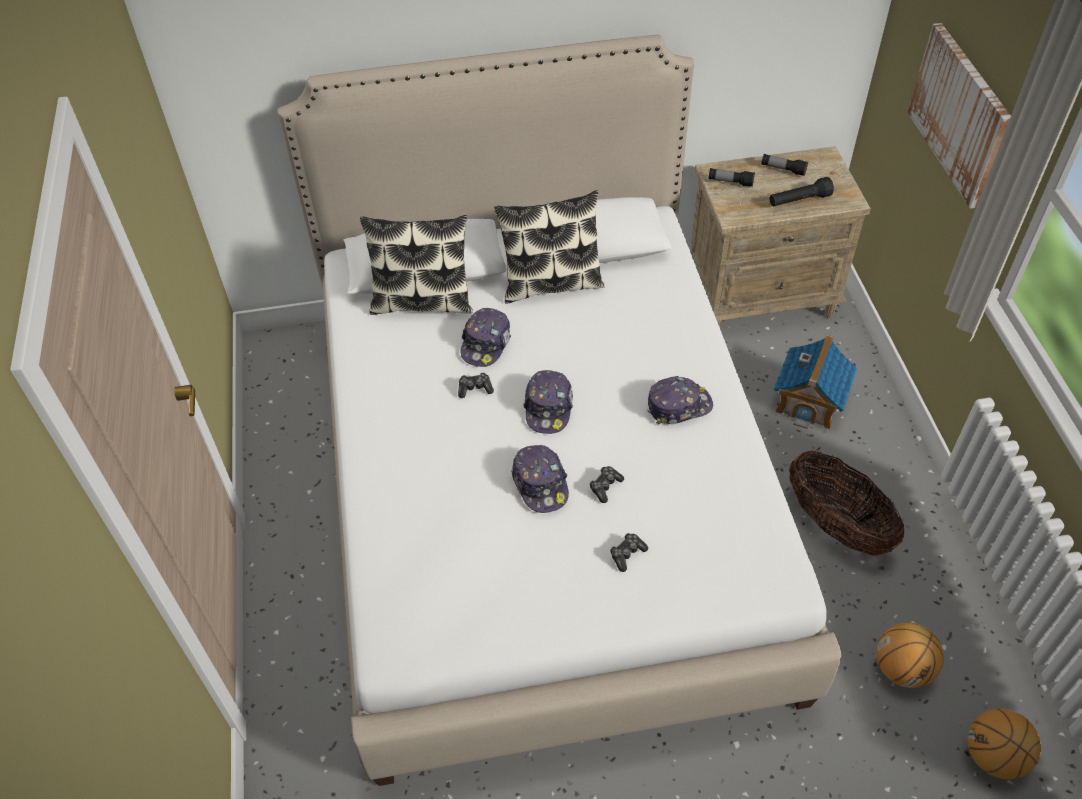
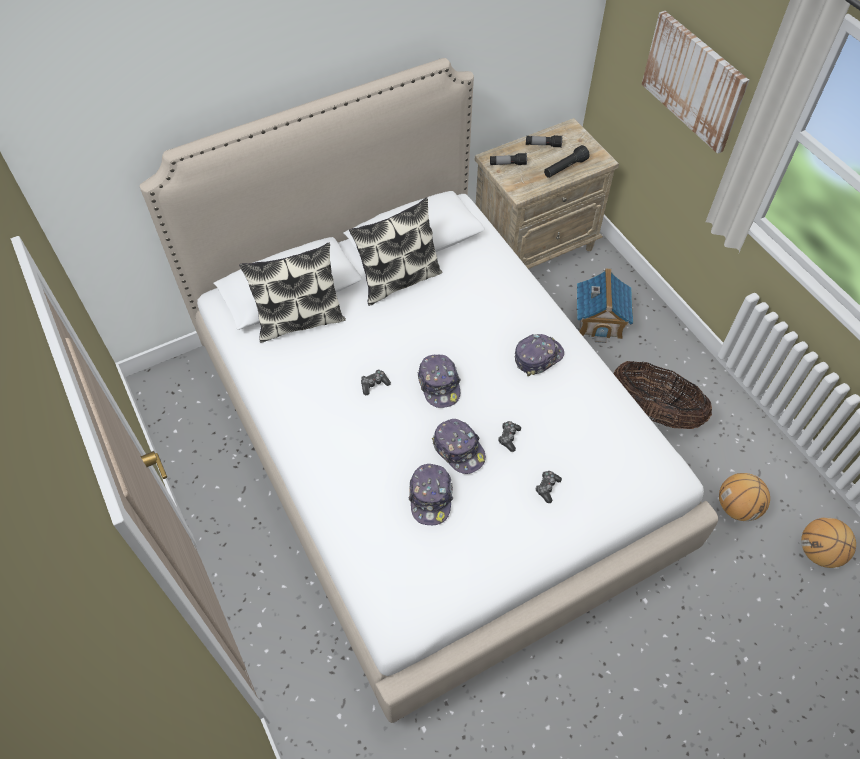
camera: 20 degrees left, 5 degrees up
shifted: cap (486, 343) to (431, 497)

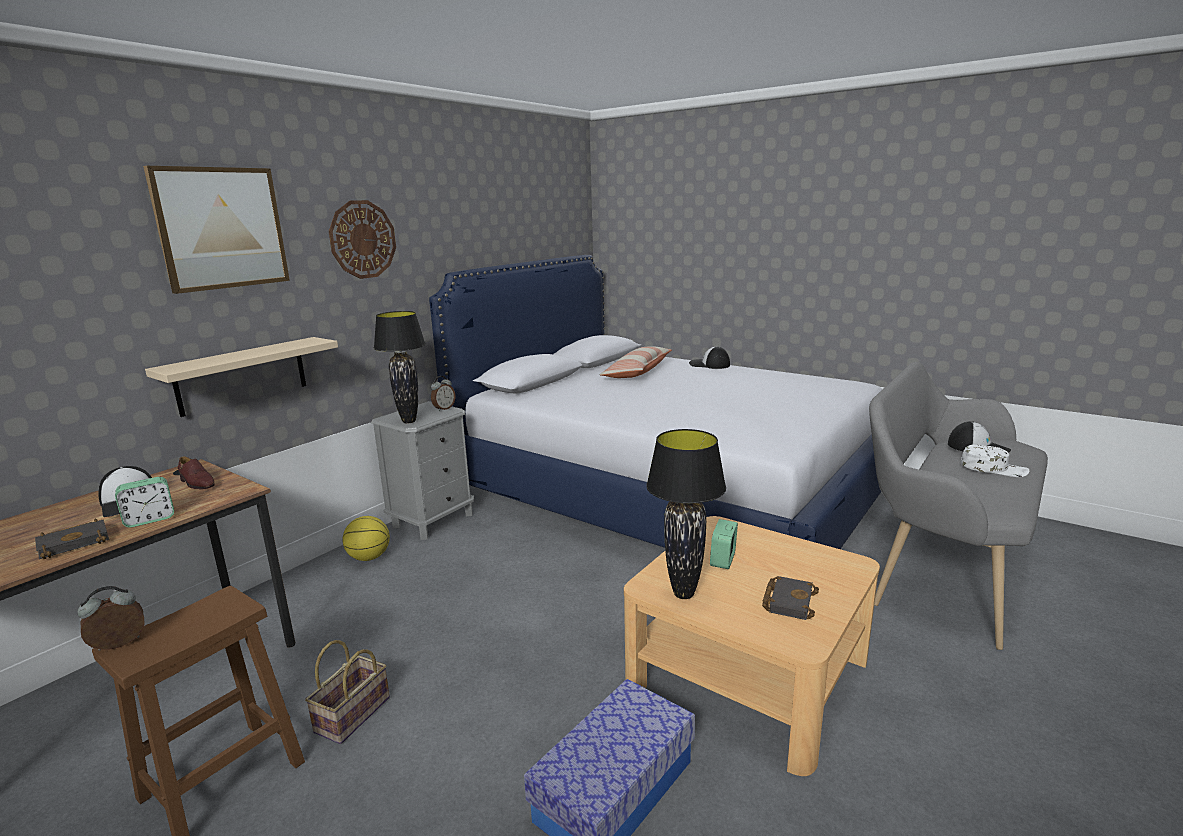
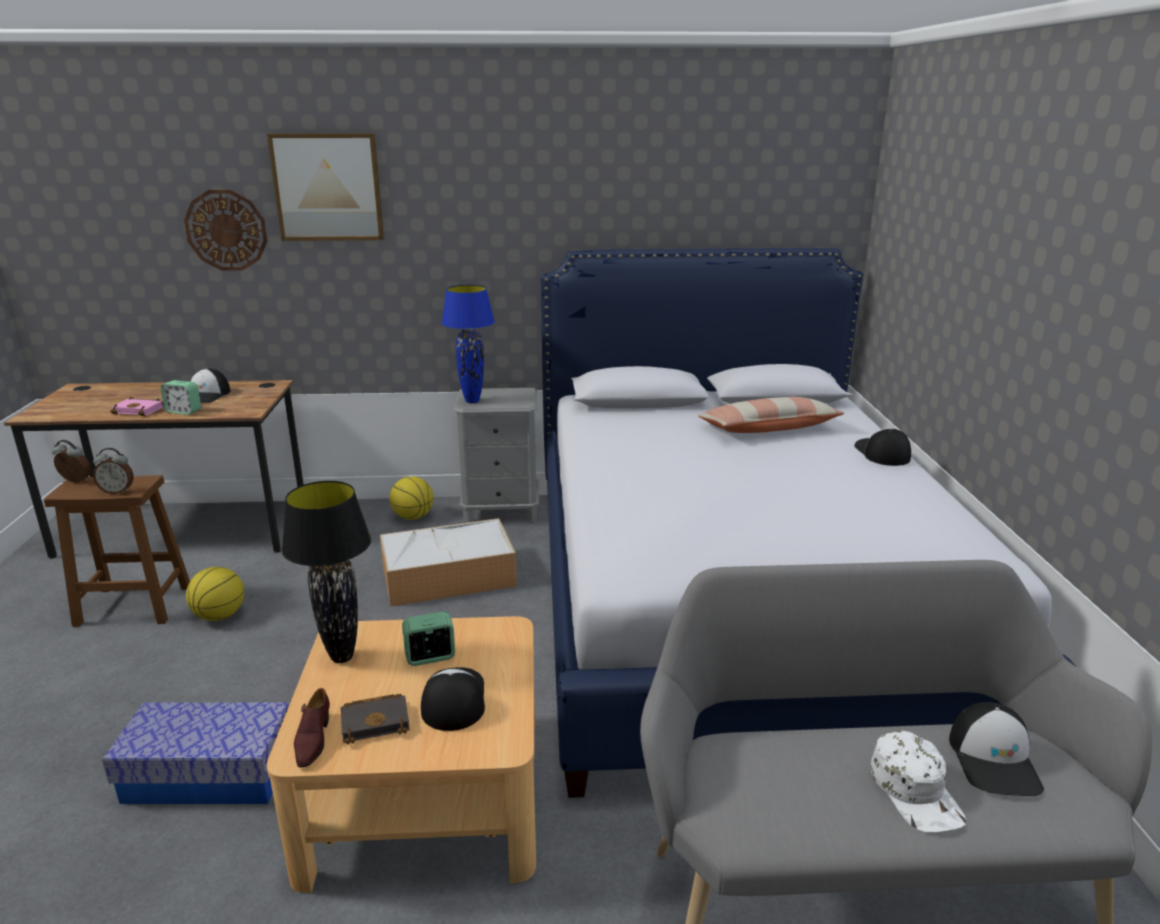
camera: 50 degrees right, 5 degrees up
gone: beige shelf (242, 376)
new: storage box (446, 577); cap (452, 699)
shifted: wall clock (362, 239) to (226, 230); alarm clock (443, 409) to (117, 491); brown shoe (197, 483) to (312, 740)
swapped: basket (352, 716) to basketball (219, 616)
repainted: black table lamp (409, 421) to blue table lamp (472, 401); black book (76, 542) to pink book (140, 410)

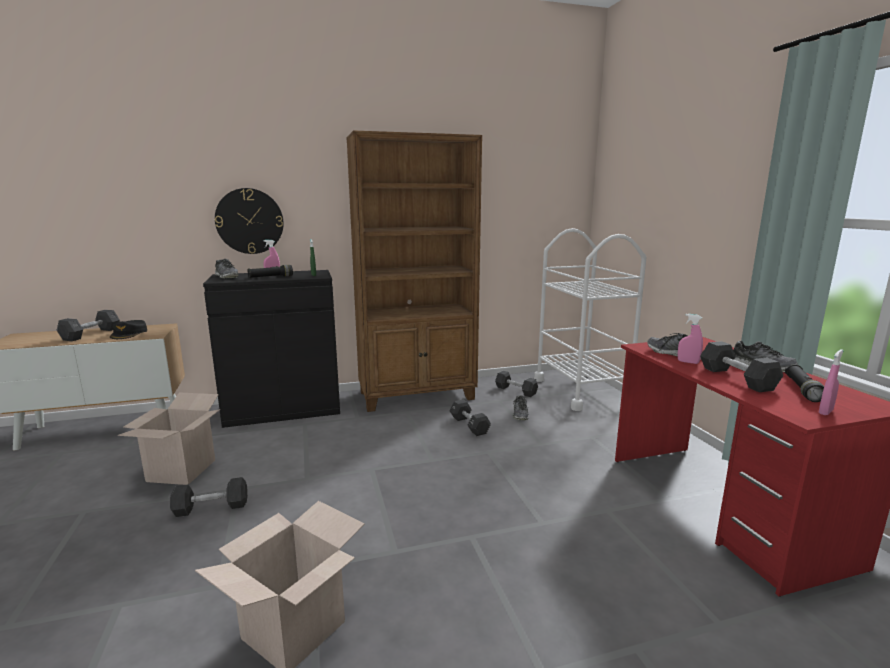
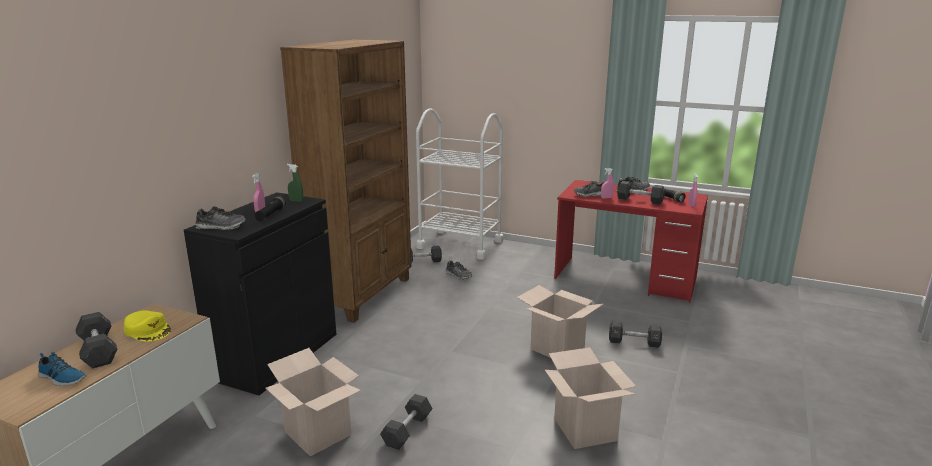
camera: 50 degrees left, 5 degrees up
gone: wall clock (249, 221)
new: cardboard box (557, 348); shoe (61, 378)
shifted: black dumbbell (469, 425) to (634, 342)
repainted: black cap (129, 333) to yellow cap (148, 330)

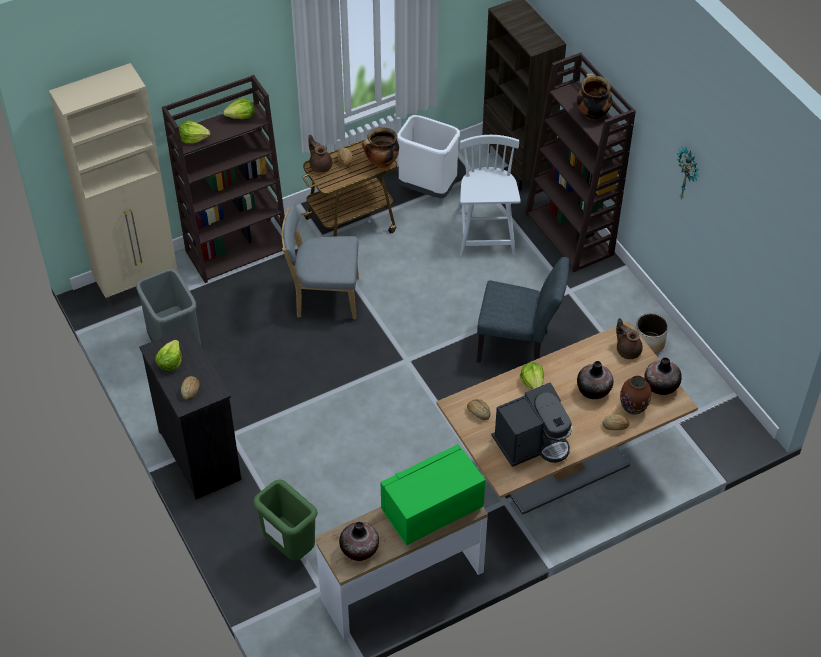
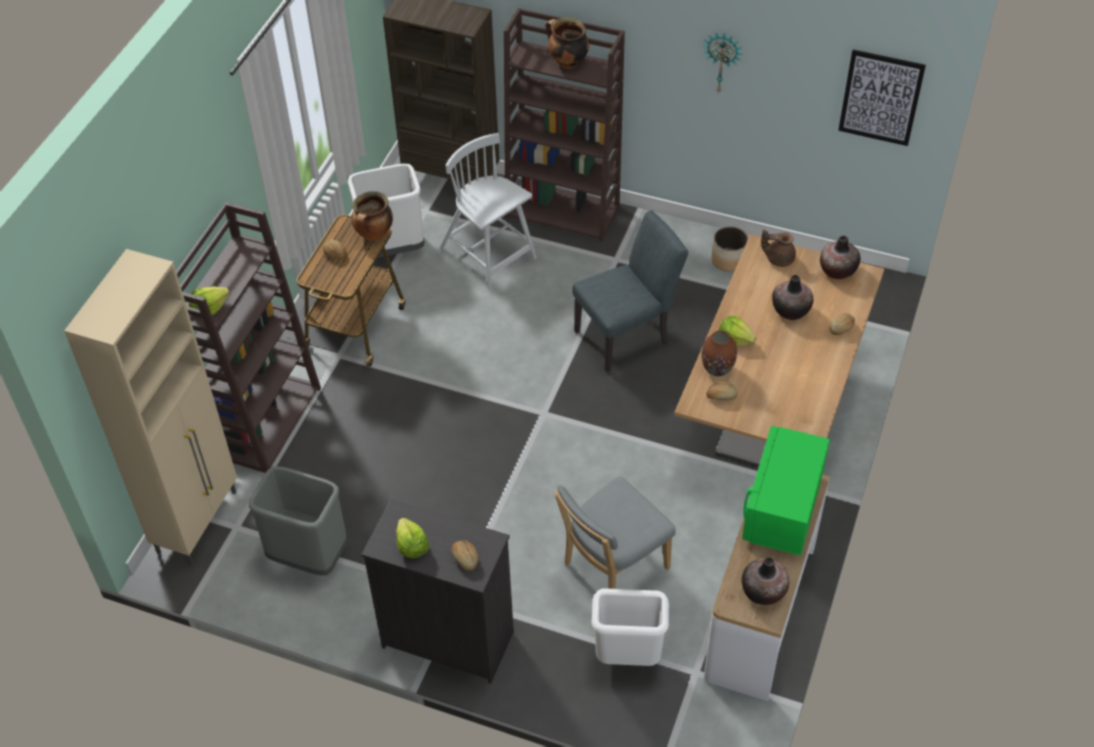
camera: 40 degrees left, 0 degrees up
gone: lettuce (241, 116); brown teapot (320, 165); coffee machine (532, 443)
new: picture (881, 97)
shifted: grey chair (324, 297) to (612, 568); brown vase (633, 407) to (717, 369)
repainted: green trash can (289, 547) to white trash can (627, 659)

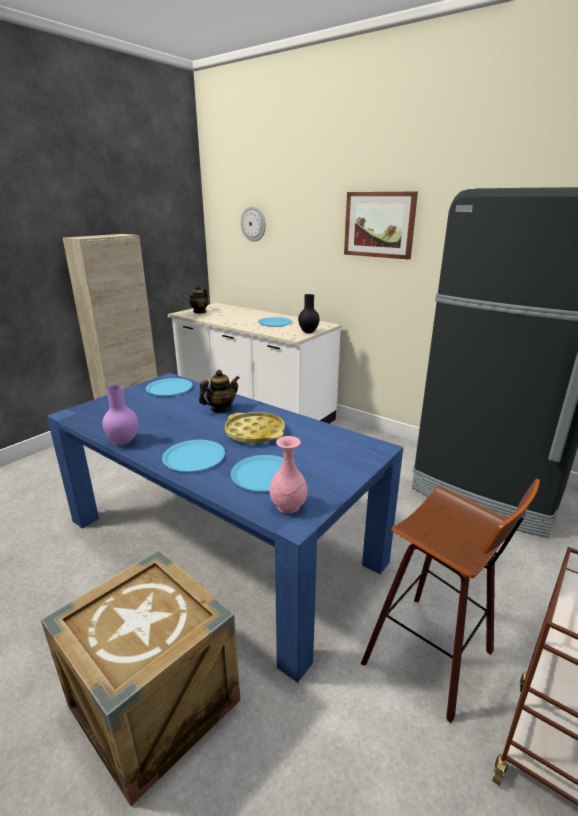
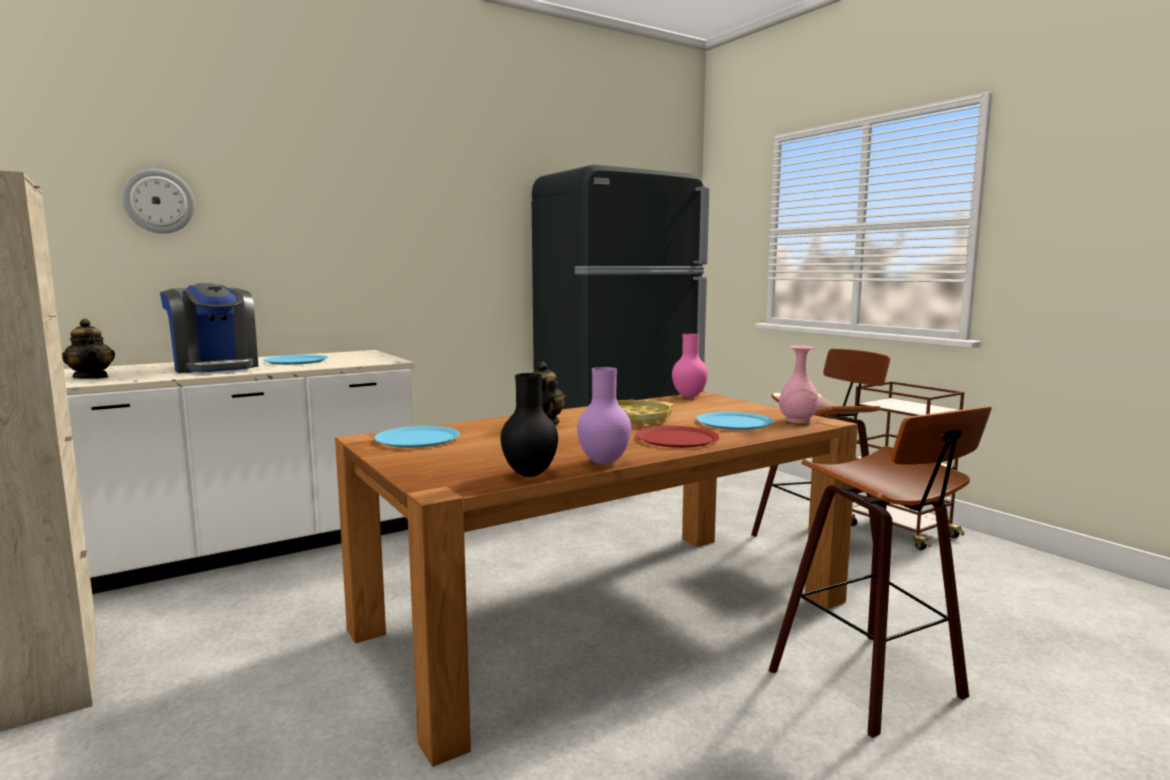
camera: 70 degrees left, 15 degrees down
gone: picture (379, 225)
new: coffee machine (215, 367); pink vase (690, 397)
shifted: black vase (308, 332) to (529, 474)
swapped: crate (154, 703) to stool (874, 684)
repainted: blue dining table (221, 540) to brown dining table (606, 615); blue plate (194, 457) to red plate (677, 438)

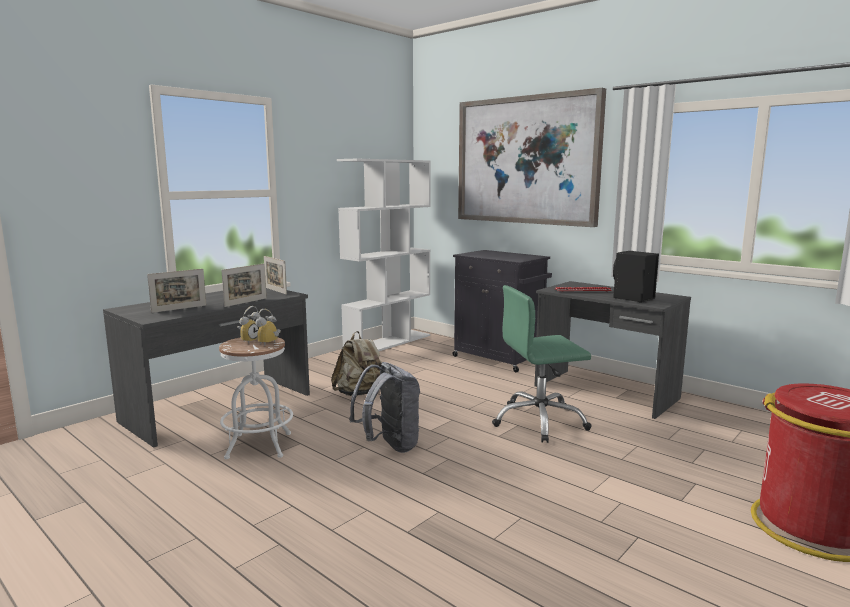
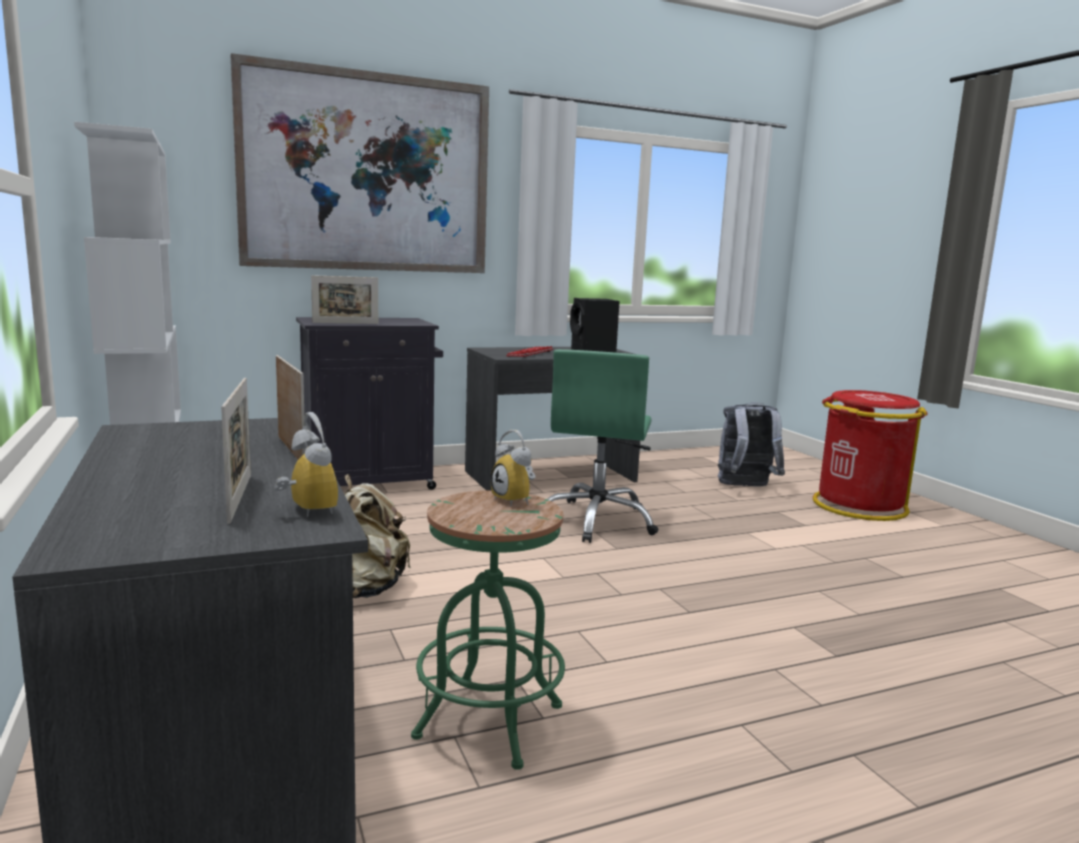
camera: 65 degrees left, 0 degrees up
shifted: picture frame (276, 291) to (345, 323); alarm clock (249, 340) to (304, 511); grey backpack (389, 446) to (745, 487)
repainted: white stool (259, 446) to green stool (489, 721)

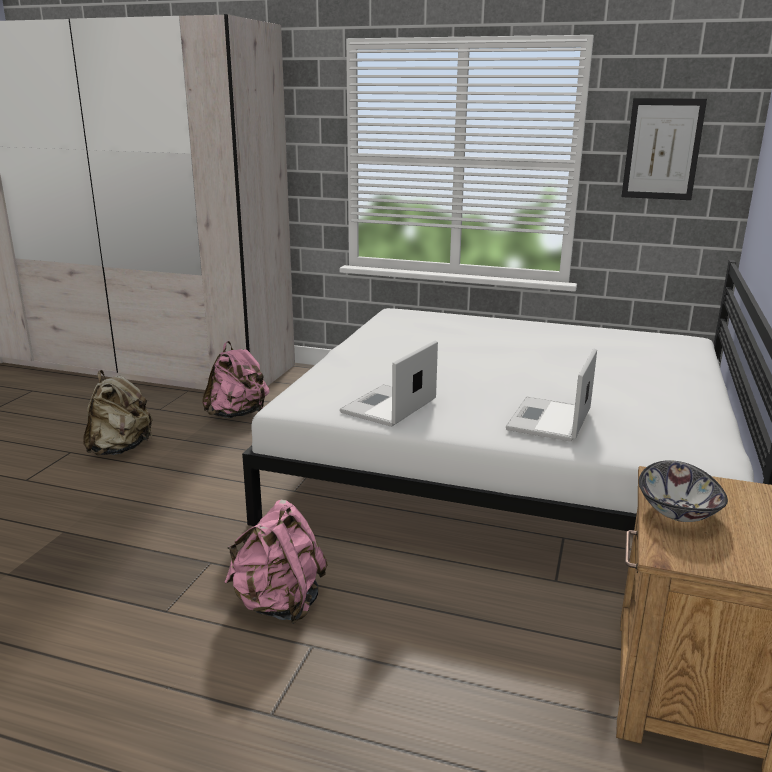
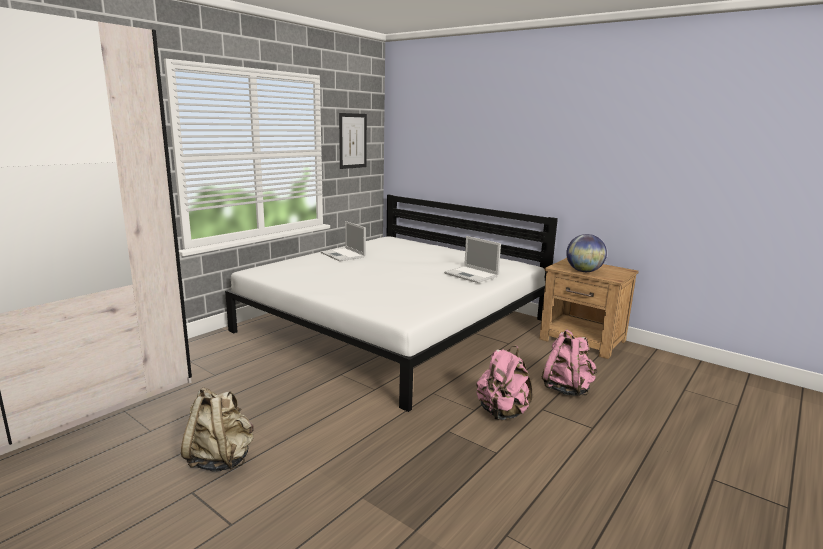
camera: 70 degrees left, 5 degrees down
shifted: pink backpack (238, 414) to (567, 389); laptop (388, 407) to (343, 255)
swapped: bowl (679, 512) to globe (584, 271)

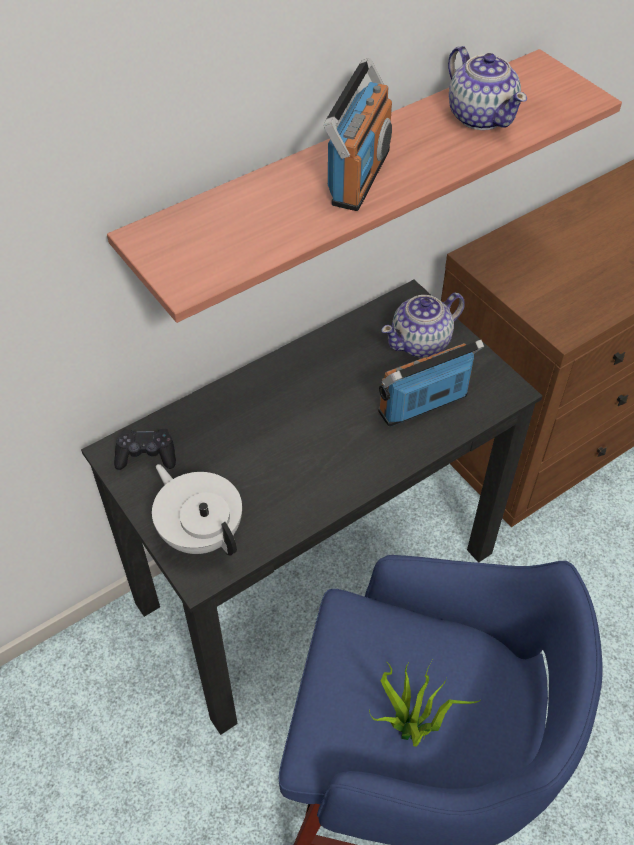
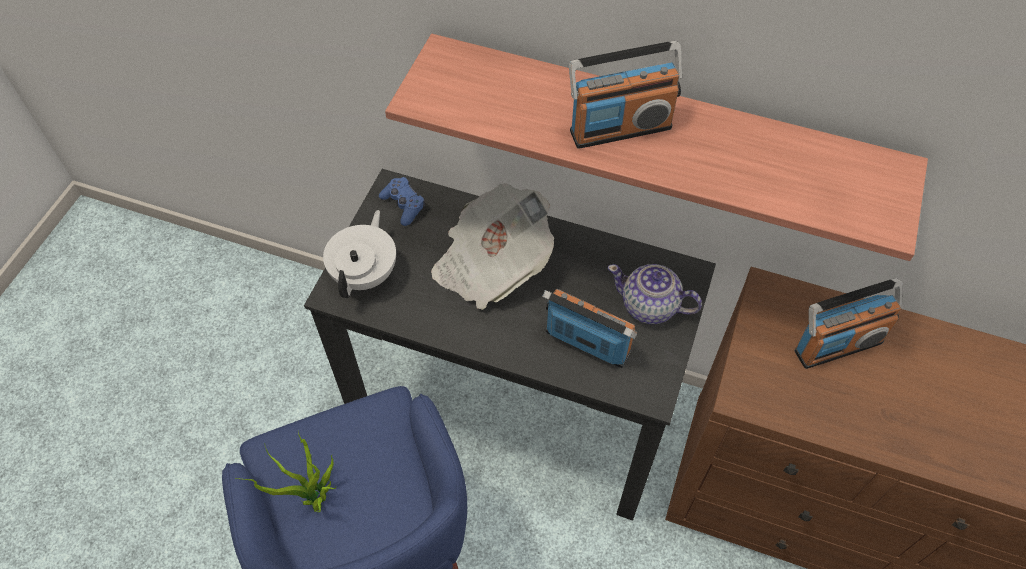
camera: 55 degrees right, 5 degrees up
gone: teapot (481, 116)
new: newspaper (491, 264); radio (837, 345)
repainted: black game controller (146, 455) to blue game controller (403, 205)

